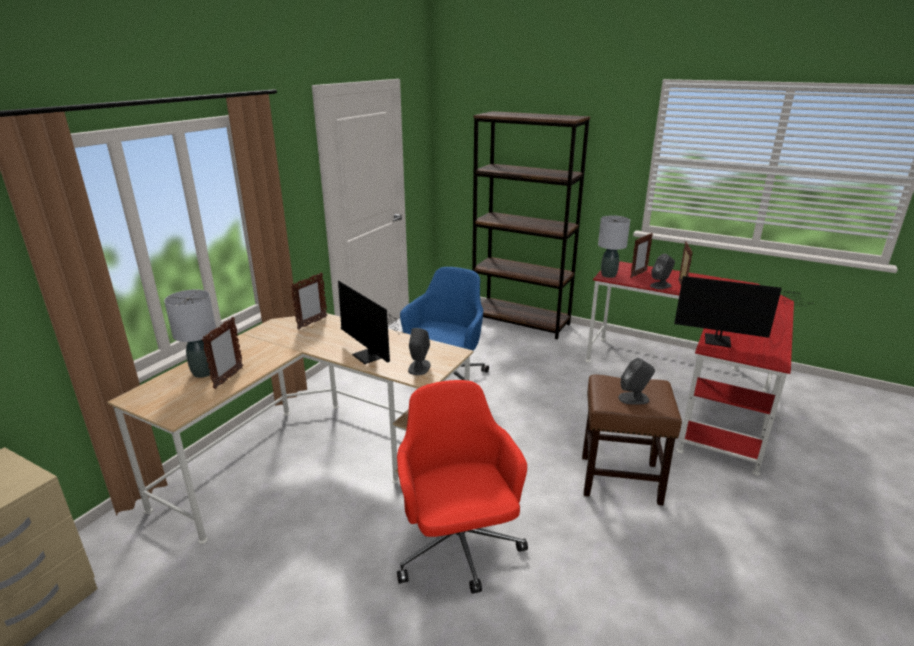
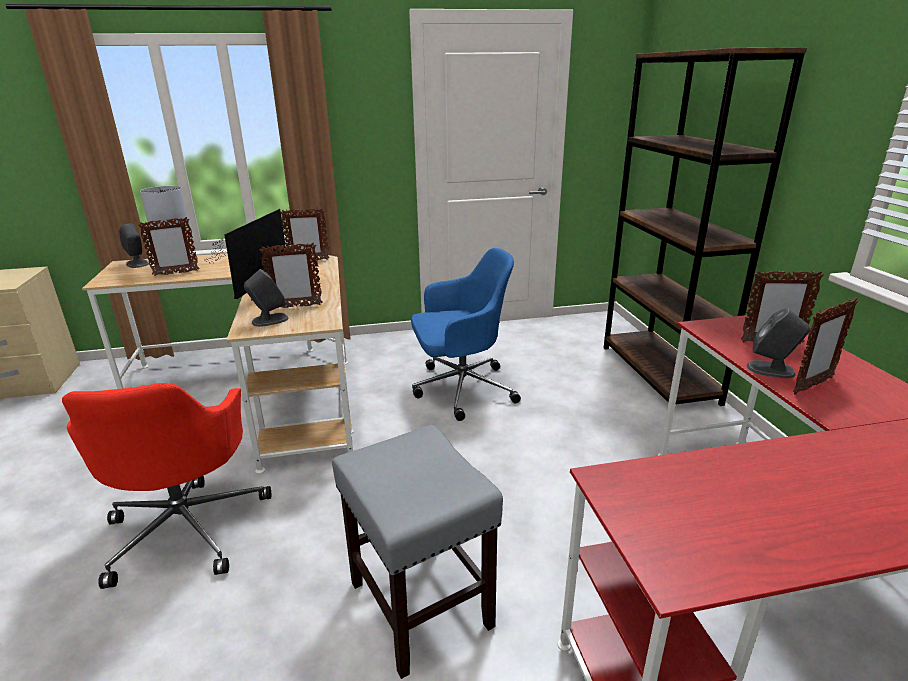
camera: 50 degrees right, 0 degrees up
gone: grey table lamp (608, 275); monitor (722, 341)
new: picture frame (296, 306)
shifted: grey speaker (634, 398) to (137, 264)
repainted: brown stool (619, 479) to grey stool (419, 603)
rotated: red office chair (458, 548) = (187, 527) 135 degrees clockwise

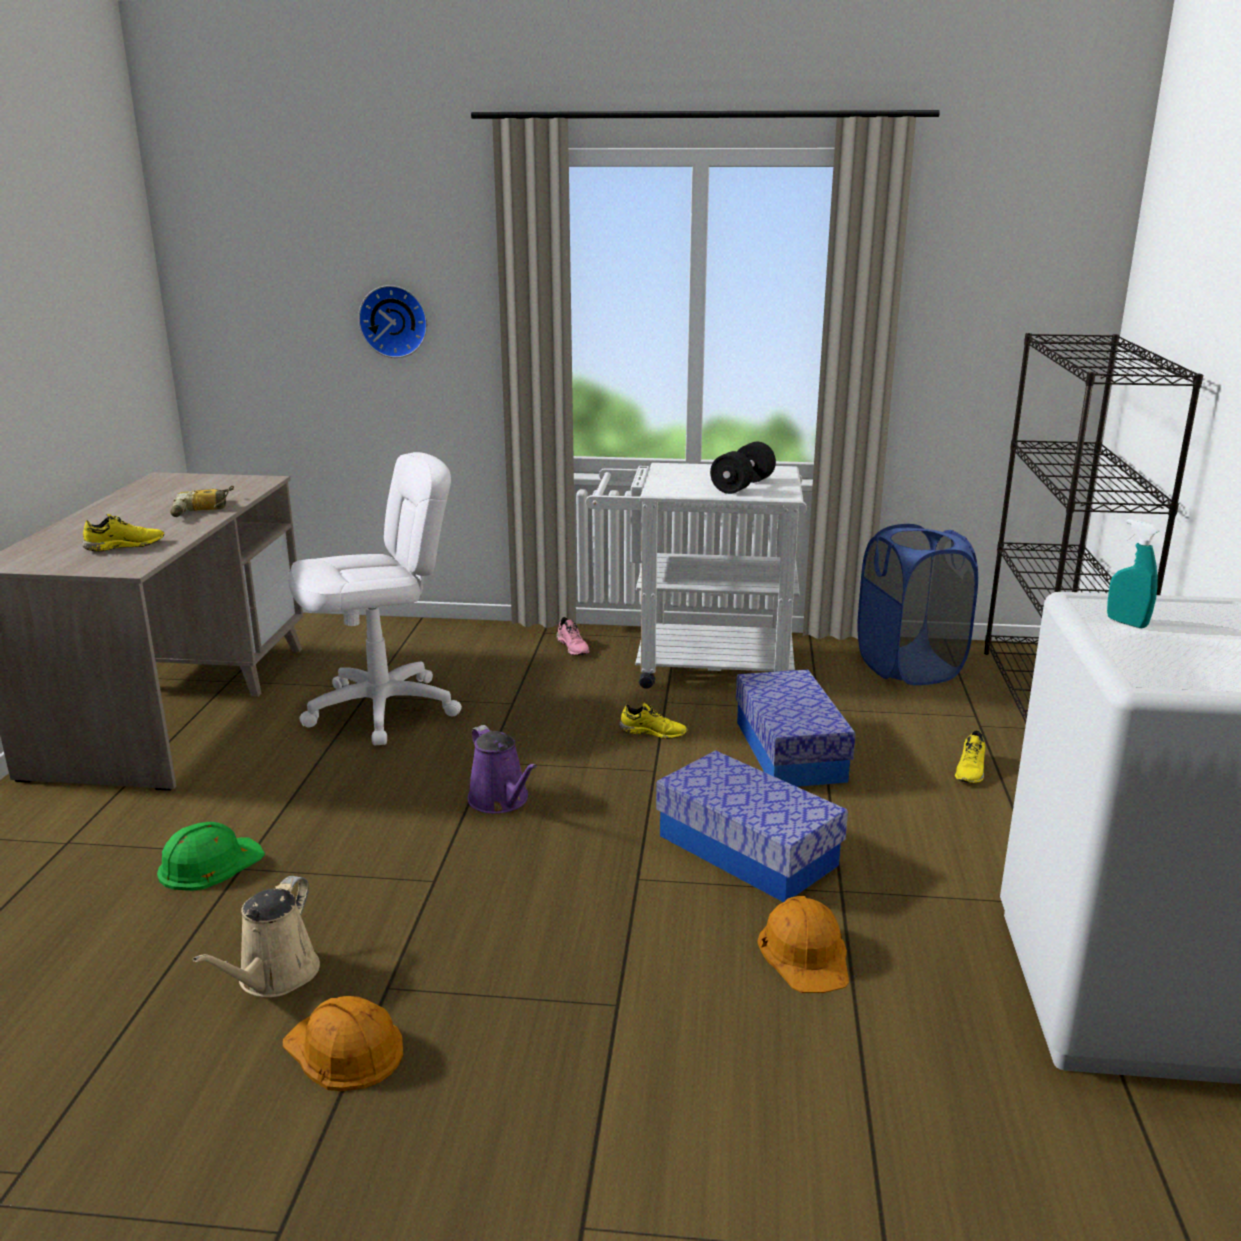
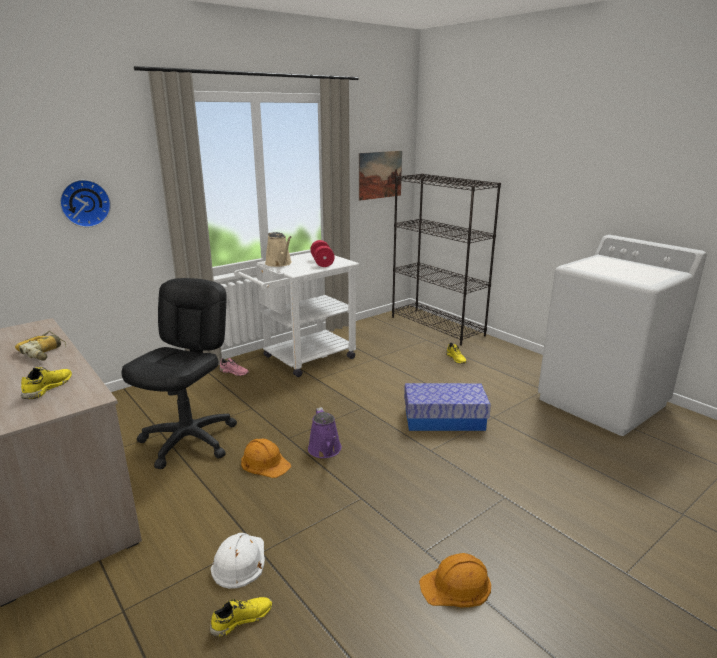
camera: 45 degrees left, 0 degrees up
gone: turquoise spray bottle (1126, 623); blue laundry basket (909, 667); storage box (789, 751)
new: picture (380, 175)
shifted: yellow shoe (653, 732) to (241, 619); beige watering can (274, 977) to (279, 263); orange hard hat (805, 953) to (265, 462)
repainted: black dumbbell (742, 486) to red dumbbell (322, 262); white office chair (382, 710) to black office chair (189, 440); green hard hat (209, 863) to white hard hat (239, 561)
rotated: purple watering can (501, 800) = (325, 450) 60 degrees clockwise

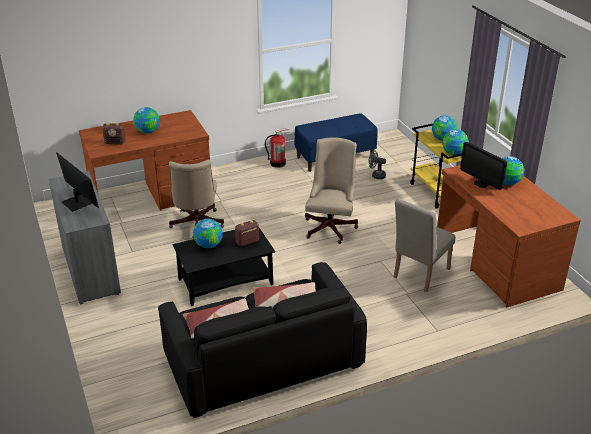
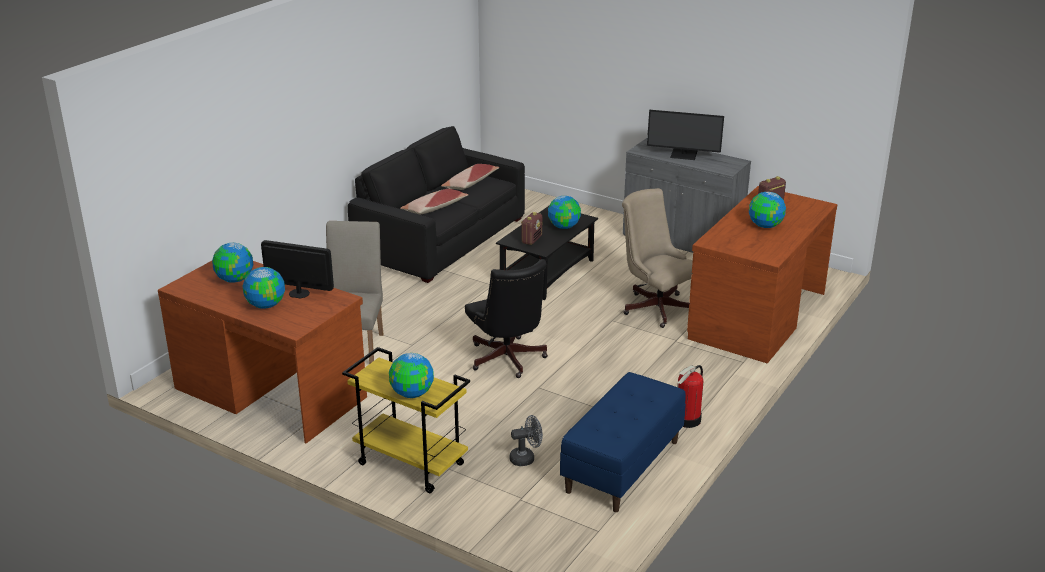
camera: 145 degrees right, 5 degrees down
shifted: globe (454, 153) to (235, 280)
repainted: beige office chair (331, 226) to black office chair (507, 361)

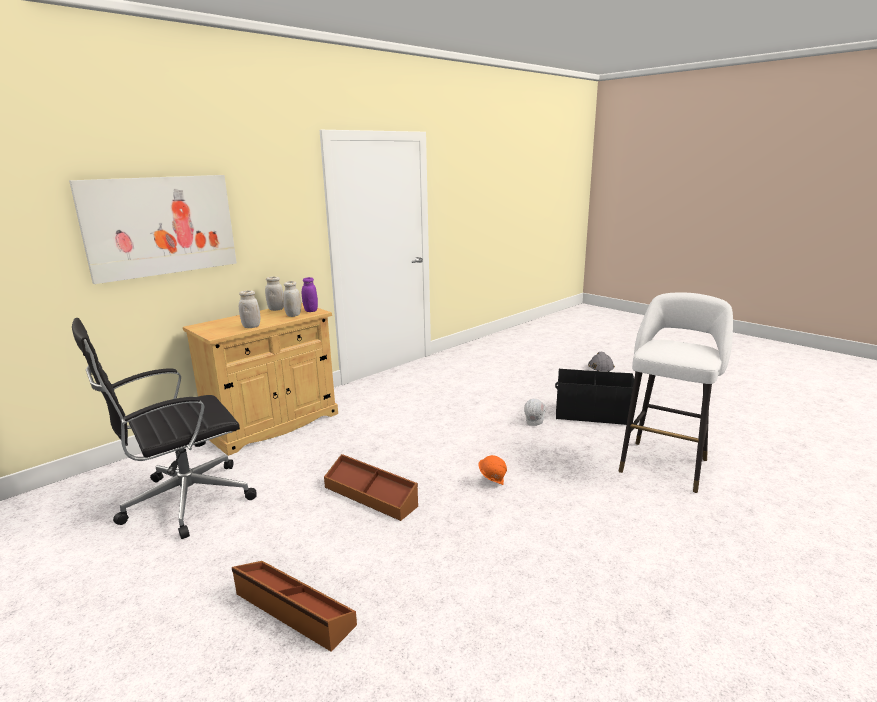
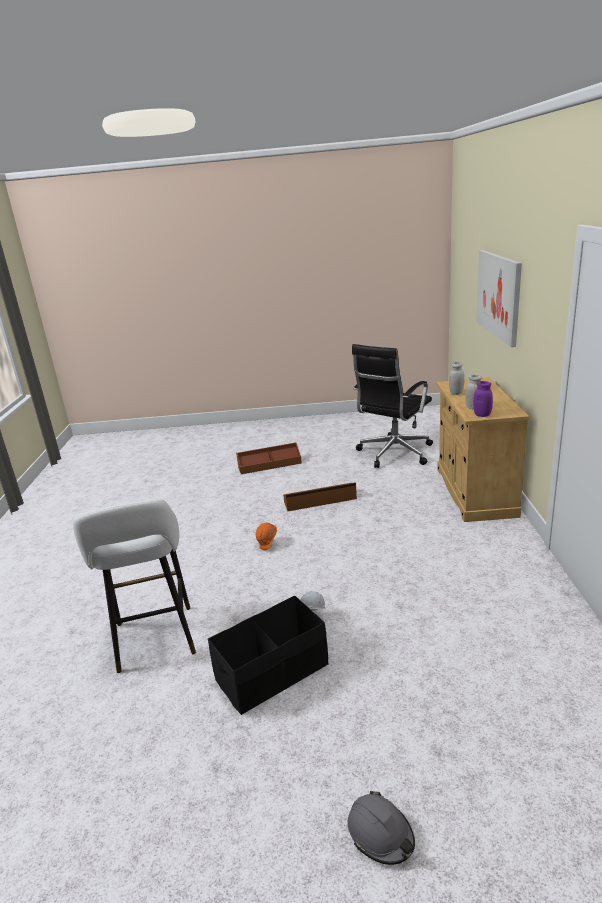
camera: 135 degrees right, 5 degrees up
gone: white jar (276, 309)
rotated: black office chair (184, 501) = (393, 453) 150 degrees counterclockwise

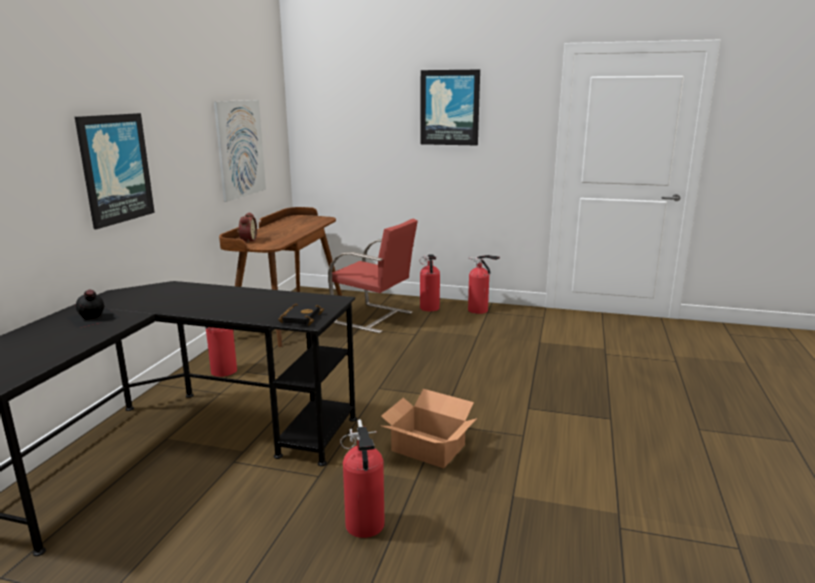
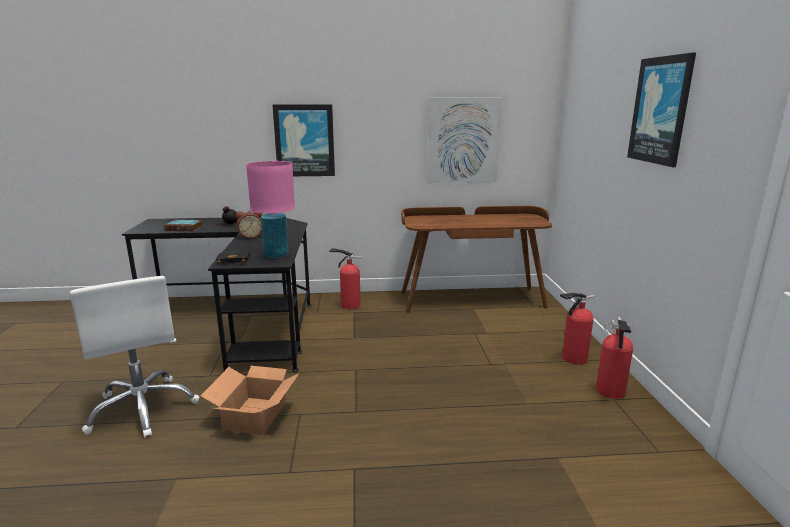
camera: 70 degrees right, 0 degrees up
gone: red chair (374, 318)
new: pink table lamp (276, 255); book (185, 228)
shifted: alarm clock (247, 241) to (251, 236)
swapped: fire extinguisher (365, 527) to white office chair (143, 408)

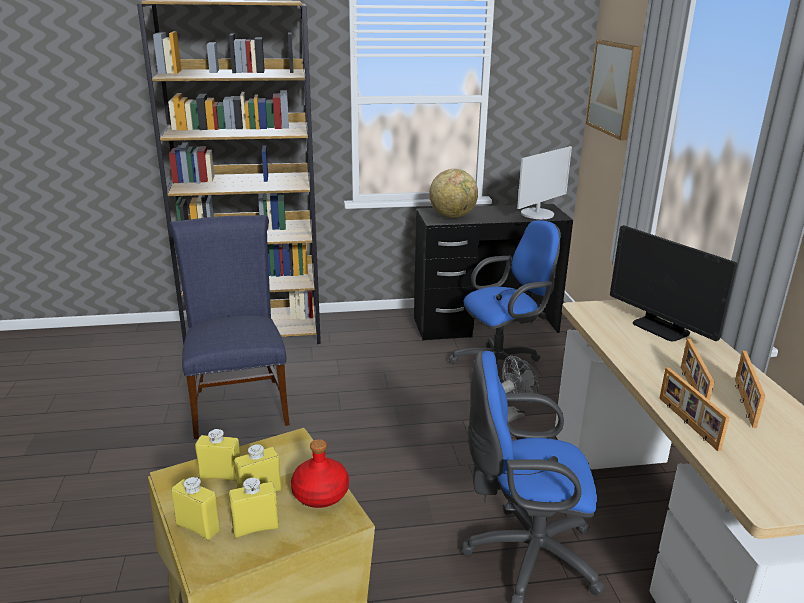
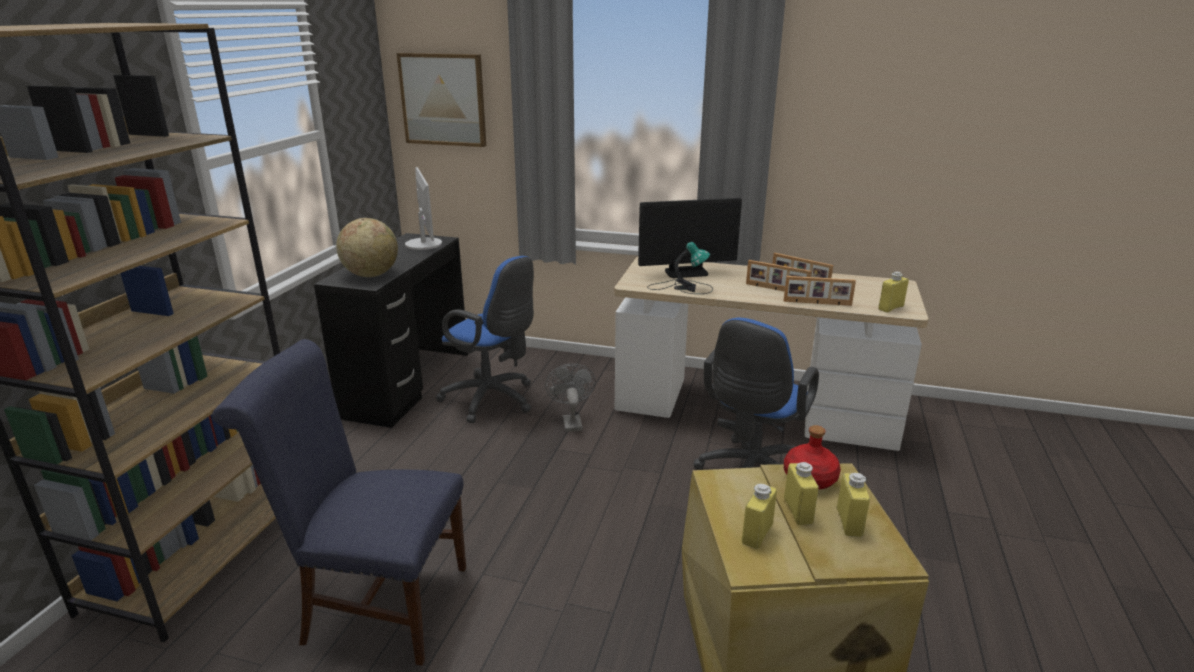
camera: 65 degrees left, 0 degrees up
new: table lamp (682, 287)
shifted: yellow bottle (198, 527) to (890, 308)
rotated: blue office chair (502, 367) = (493, 400) 120 degrees clockwise

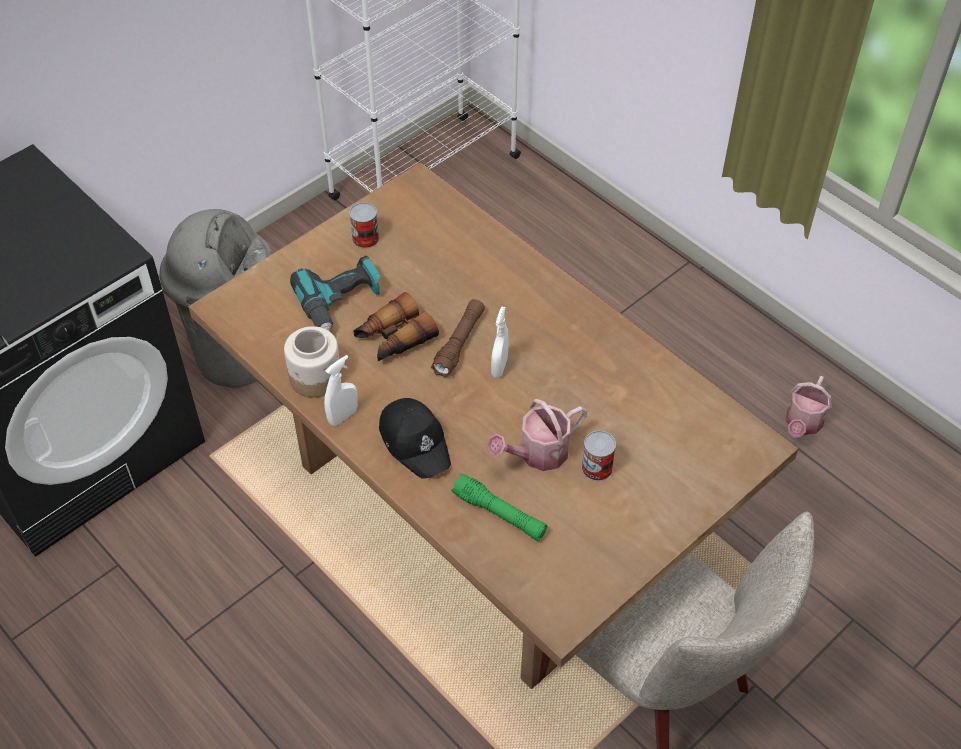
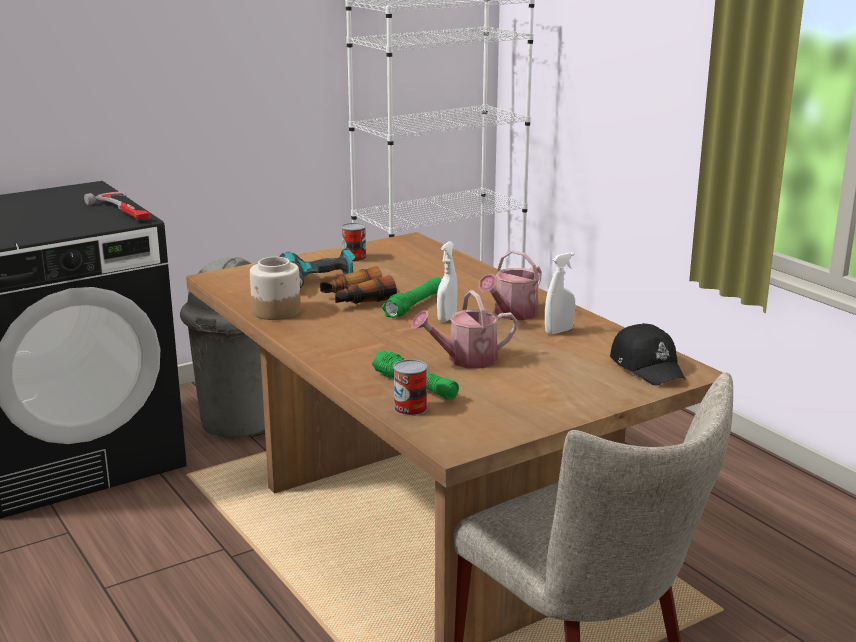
camera: 10 degrees right, 30 degrees down
new: hammer (125, 211)
shifted: white spray bottle (343, 416) to (559, 331); watering can (802, 424) to (512, 314); black cap (415, 442) to (647, 367); can (597, 468) to (410, 408)
repainted: brown flashlight (459, 343) to green flashlight (414, 305)

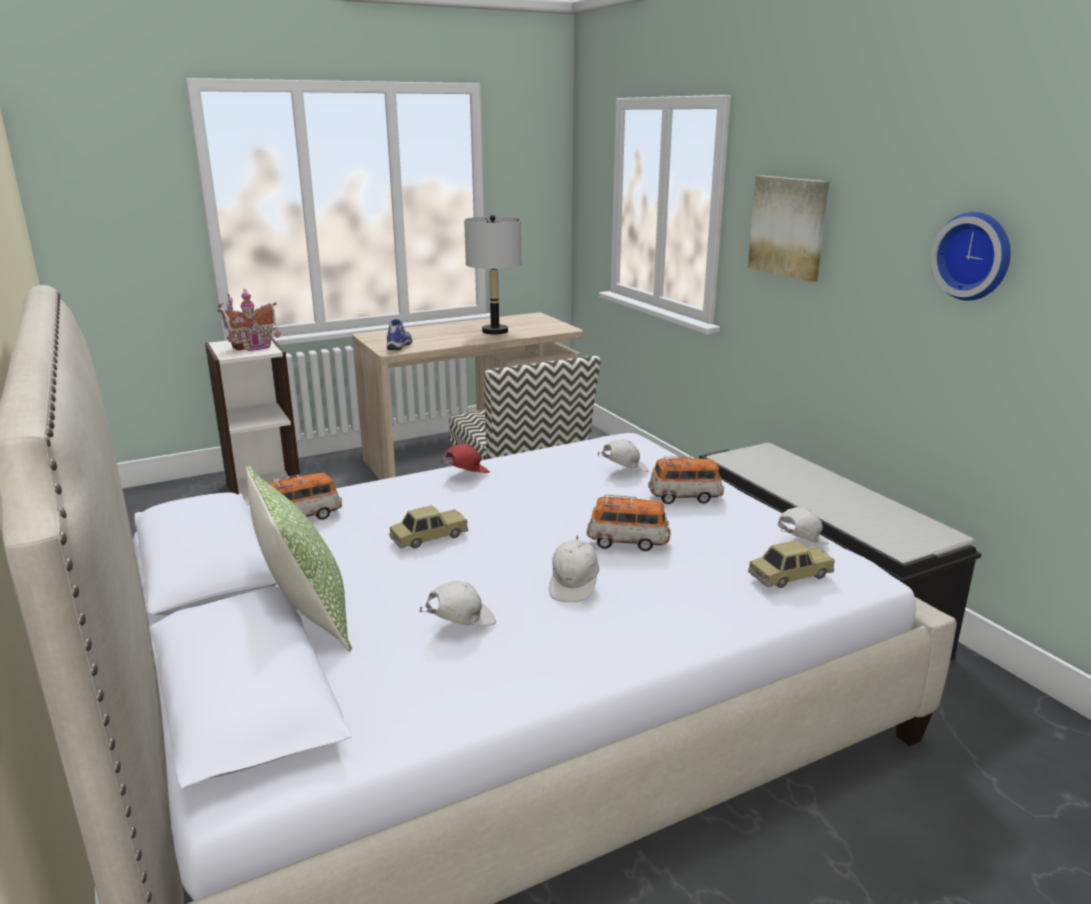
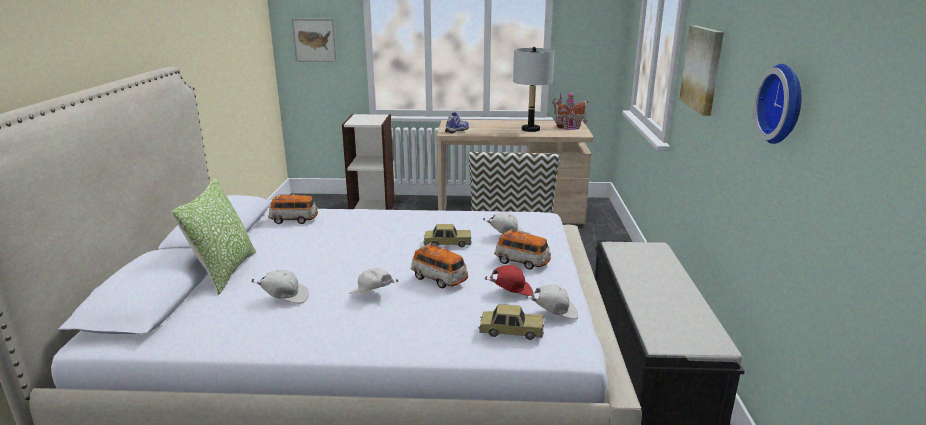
camera: 30 degrees right, 0 degrees up
new: picture (314, 40)
shifted: toy house (253, 347) to (569, 127); red cap (465, 475) to (511, 292); toy car (429, 537) to (447, 243)
rotated: white cap (574, 585) = (372, 296) 75 degrees clockwise

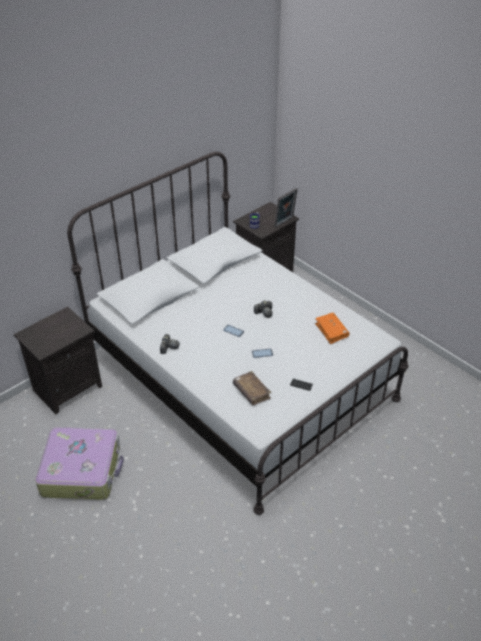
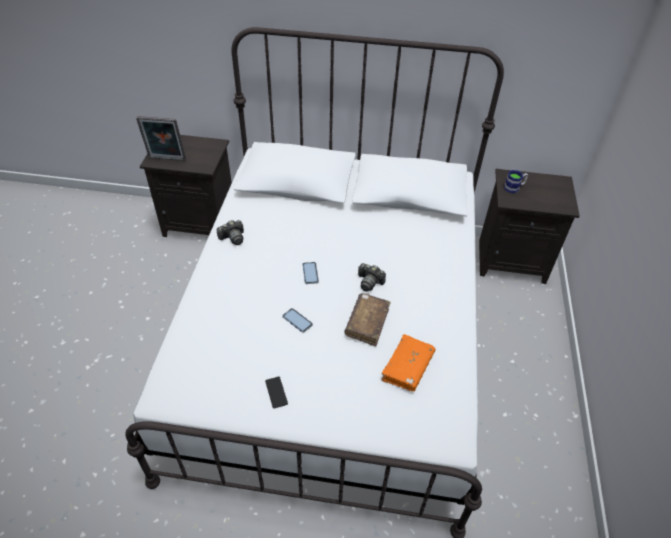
camera: 50 degrees right, 5 degrees up
gone: suitcase (82, 470)
shifted: picture frame (285, 222) to (166, 160); brown book (251, 392) to (367, 323)

